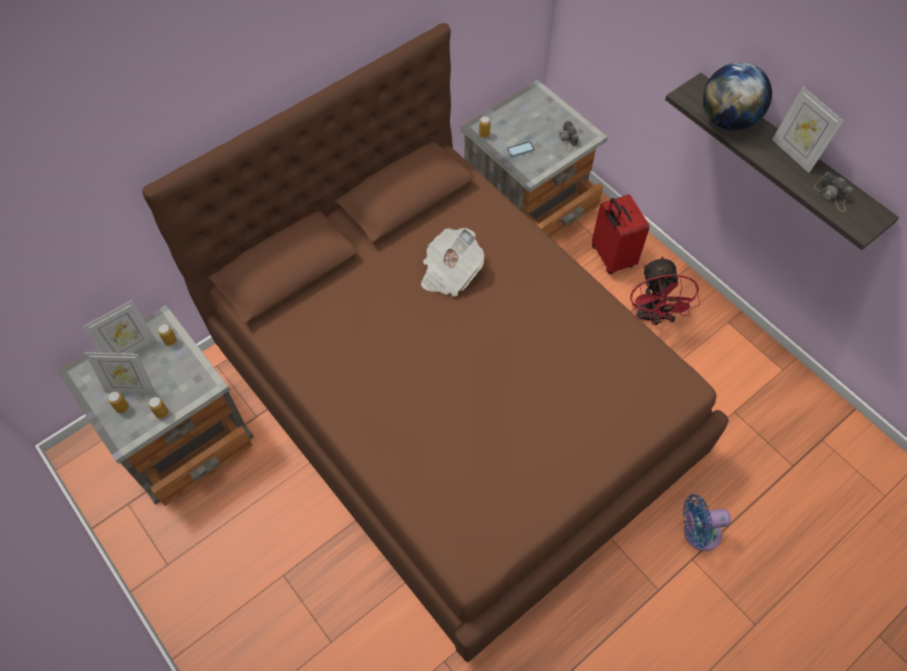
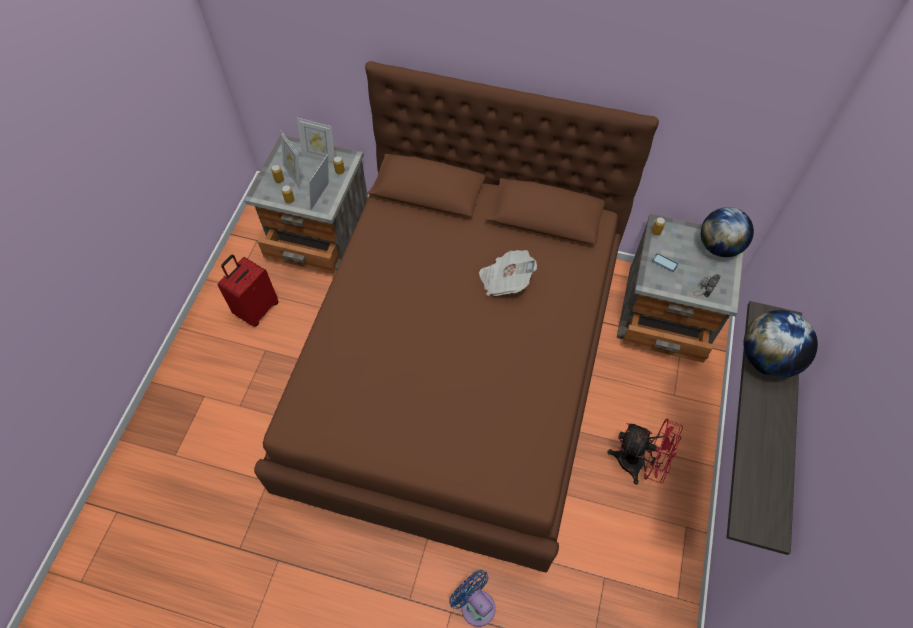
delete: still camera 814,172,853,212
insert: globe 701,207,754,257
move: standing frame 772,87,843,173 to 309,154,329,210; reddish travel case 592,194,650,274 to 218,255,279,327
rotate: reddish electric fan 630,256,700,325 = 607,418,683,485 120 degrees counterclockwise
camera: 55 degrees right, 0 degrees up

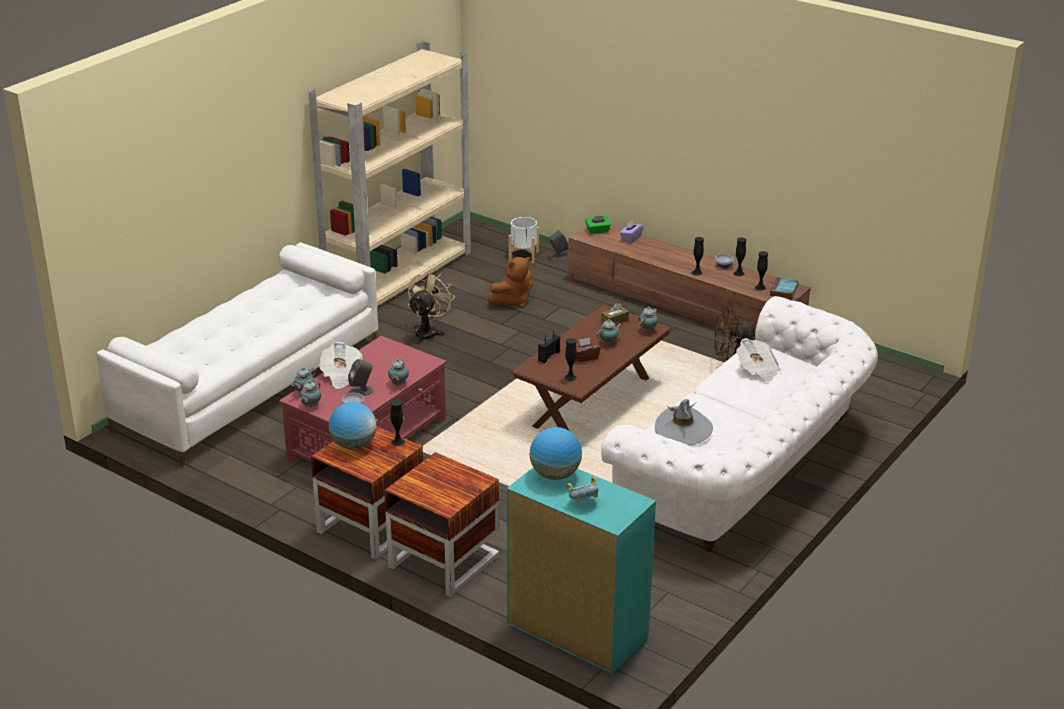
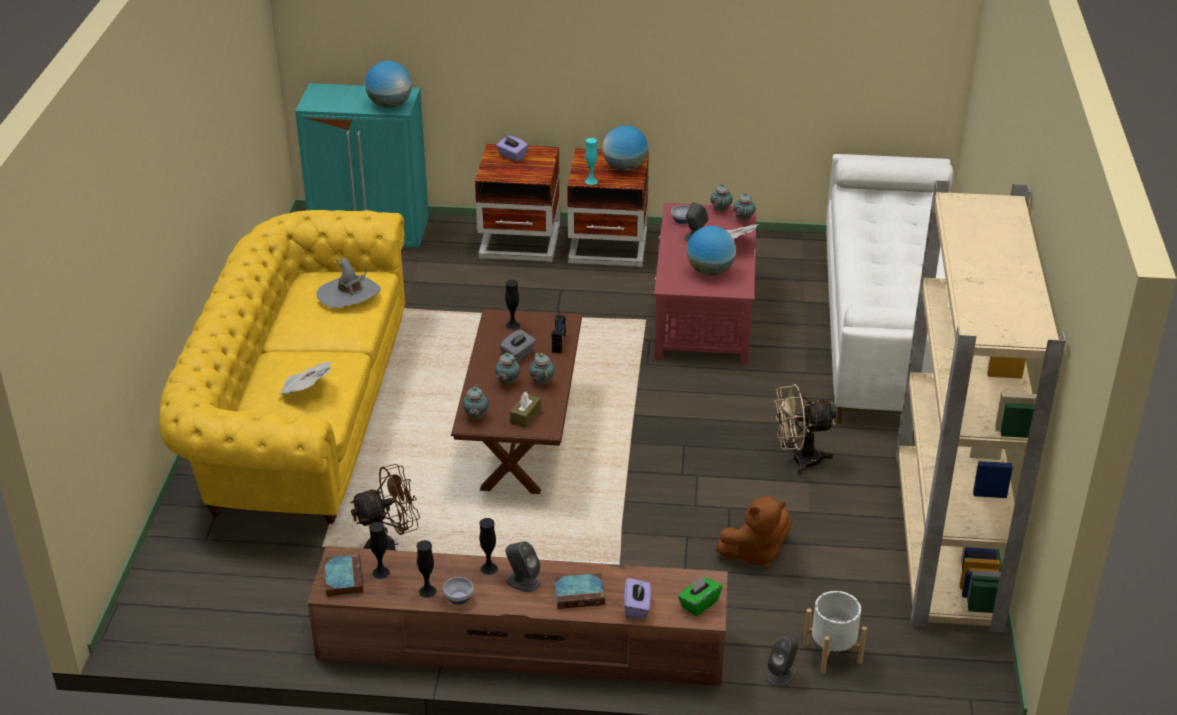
delete: bowl 567,476,599,502
insert: purplish tissue holder 496,135,528,162; globe 687,226,736,275; gray audio speaker 506,541,540,592; bound book 554,573,605,609
move: teapot 388,359,409,385 to 529,352,555,385
recolor: whitish sofa 601,296,878,552 to yellow-coloured sofa 159,210,405,524; brownish tissue holder 576,338,601,363 to gray tissue holder 500,329,536,362; black flower vase 390,400,405,446 to blue-green flower vase 585,138,598,185
rotate: brownish cuddly toy 488,257,533,307 = 716,496,792,568 135 degrees counterclockwise; beige-coloured electric fan 408,270,455,344 = 774,384,836,475 90 degrees clockwise
camera: 150 degrees right, 5 degrees up

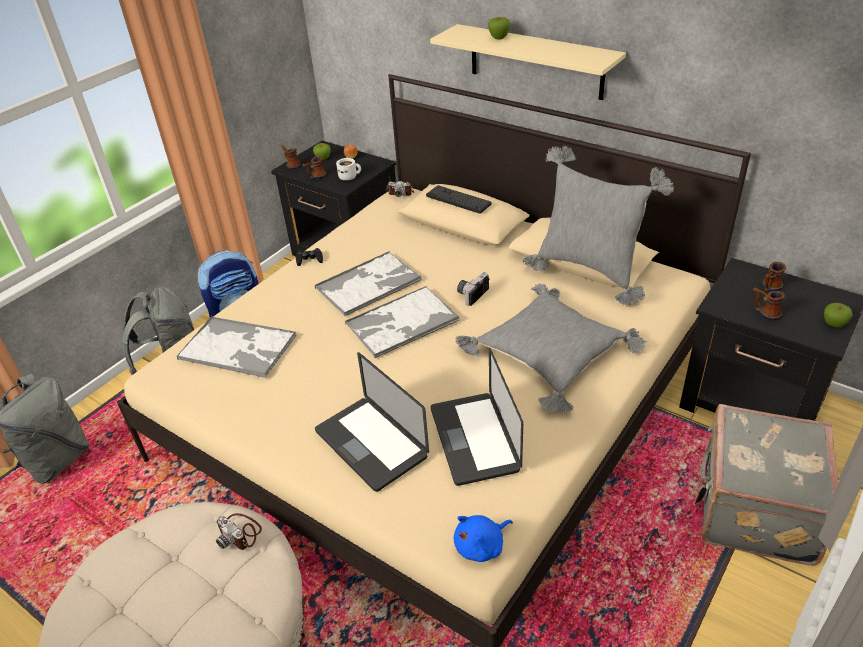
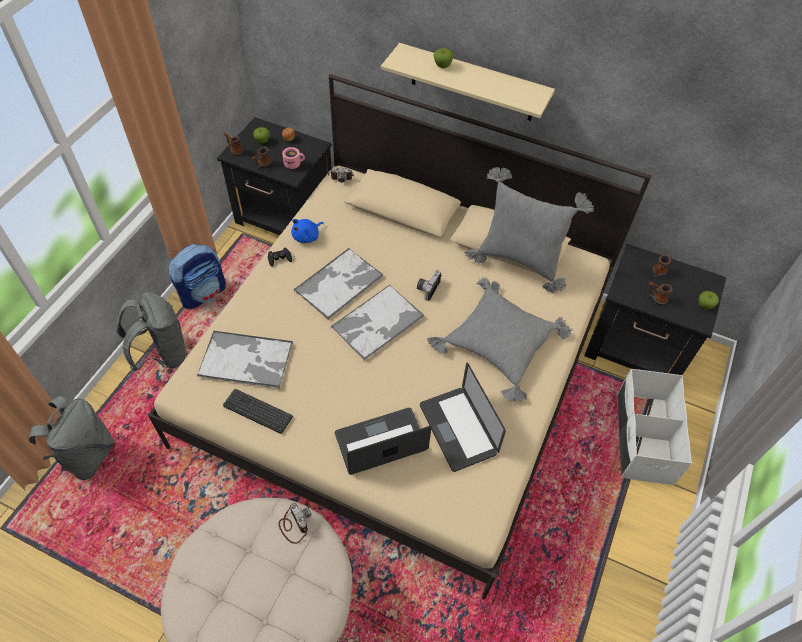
move: PC keyboard 426,185,491,214 to 223,389,293,434; blue-coloured cuddly toy 454,515,513,562 to 291,219,324,243
replace: gray travel case 694,404,838,566 to whitish storage box 617,369,692,485
recolor: whitish tea mug 336,158,361,181 to pink tea mug 282,147,305,169
rotate: notebook computer 315,352,429,492 = 335,408,432,475 120 degrees clockwise; still camera 216,513,262,550 = 278,503,312,544 150 degrees counterclockwise
camera: 15 degrees left, 15 degrees up

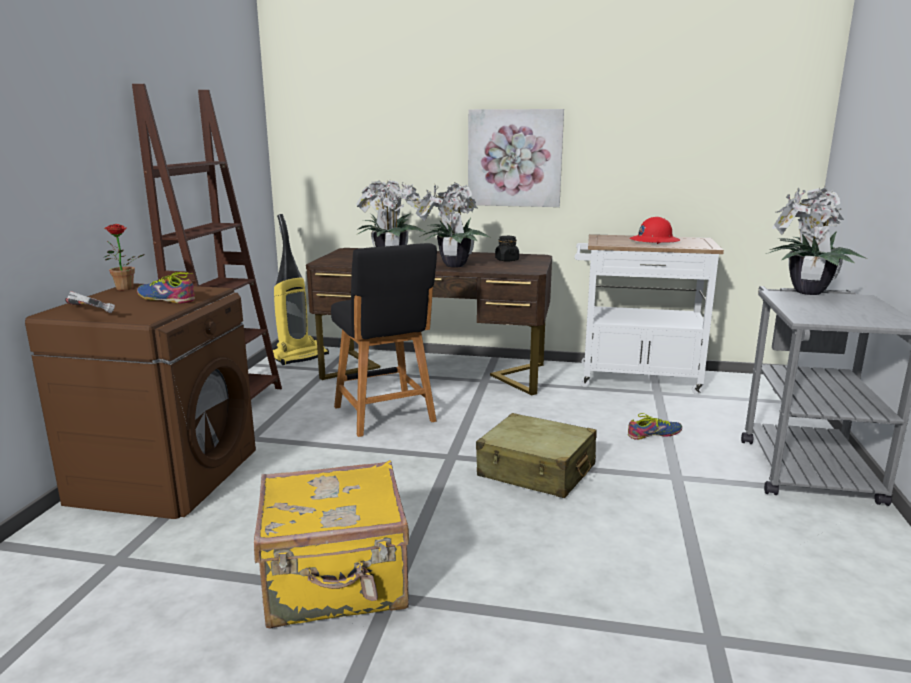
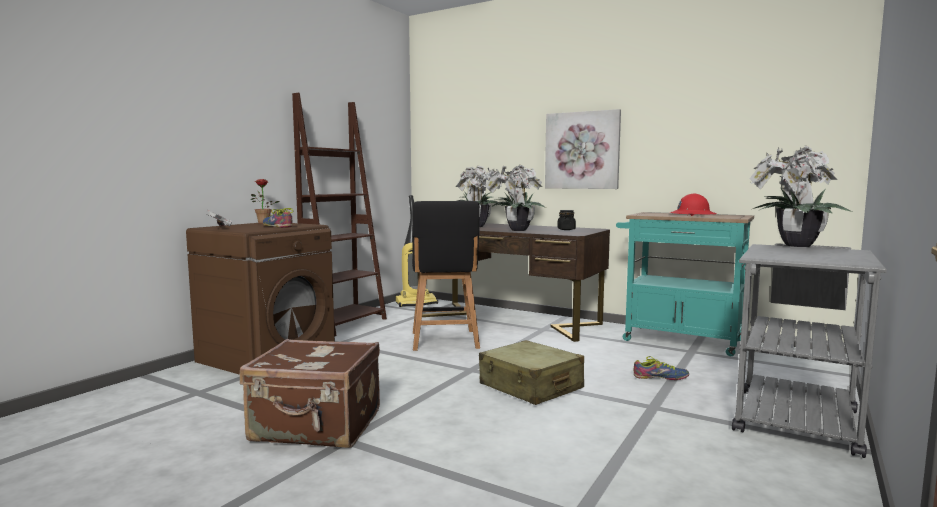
recolor: whitish trolley 575,234,724,394 to blue-green trolley 616,212,754,356; yellow-coloured travel case 254,460,409,629 to brownish travel case 240,339,380,448
camera: 20 degrees right, 10 degrees down

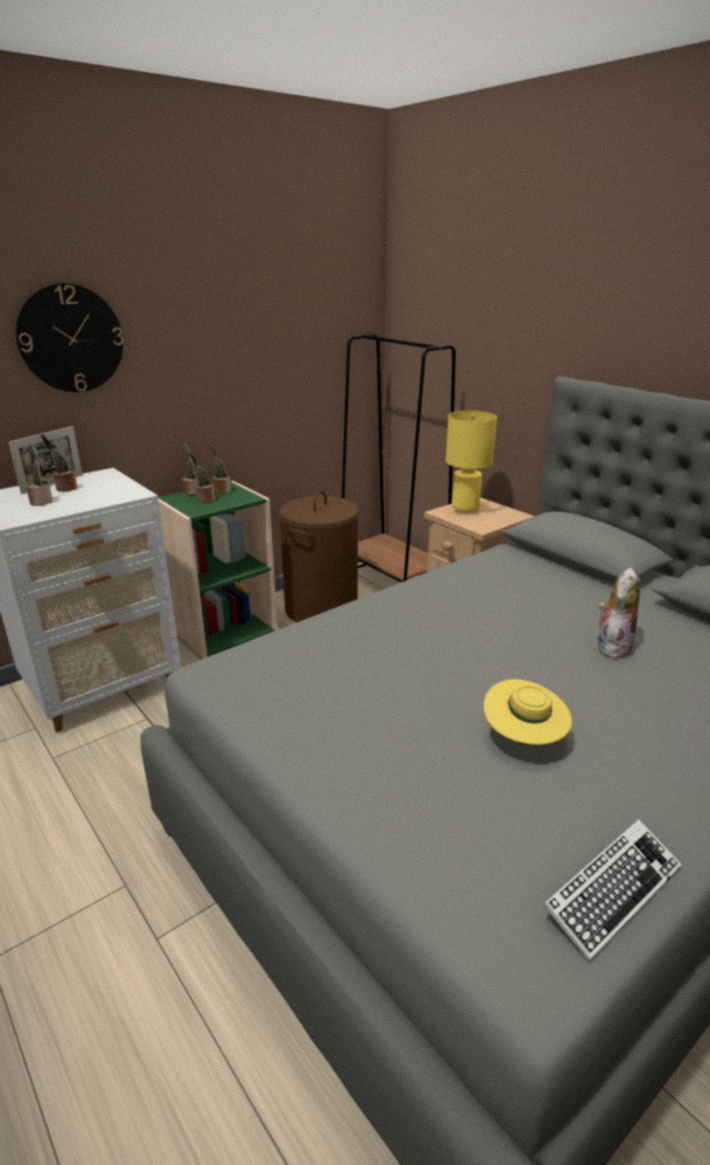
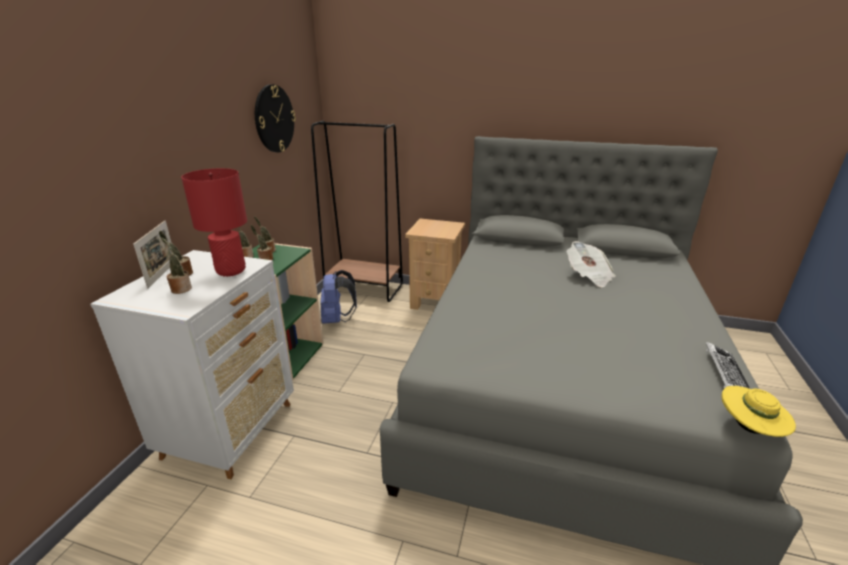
delete: yellow-coloured tabletop lamp 446,411,497,513
insert: reddish tabletop lamp 181,168,247,277
move: wall clock 16,283,124,392 to 255,84,296,152; yellow-coloured hat 483,679,572,745 to 722,386,796,437
replace: brownish hamper 279,490,359,622 to blue-coloured rucksack 320,270,357,324; cuddly toy 598,568,640,658 to printed paper 567,241,616,288
camera: 35 degrees left, 0 degrees up

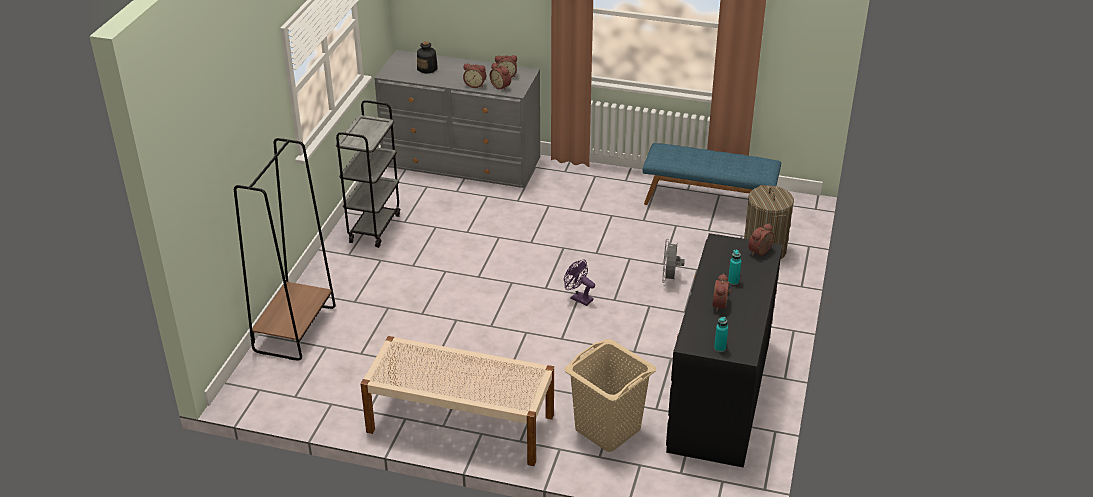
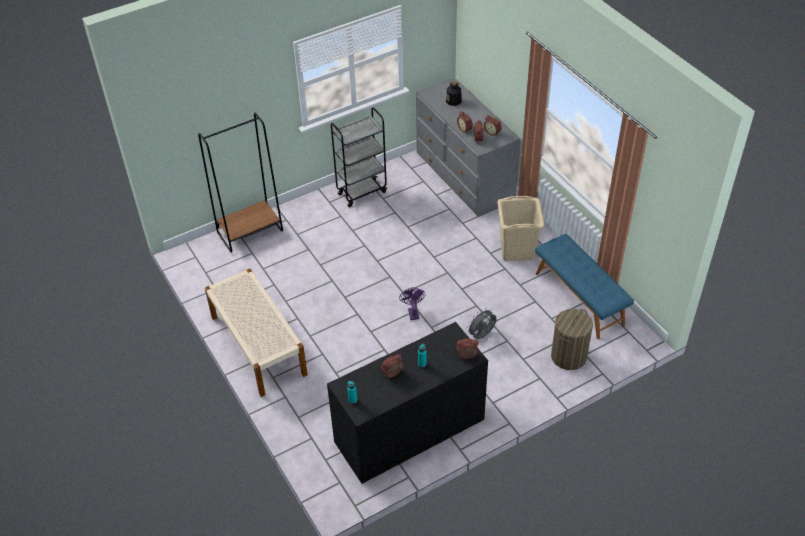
move: beige-coloured hamper 564,339,656,452 to 497,196,544,261
camera: 45 degrees right, 10 degrees up

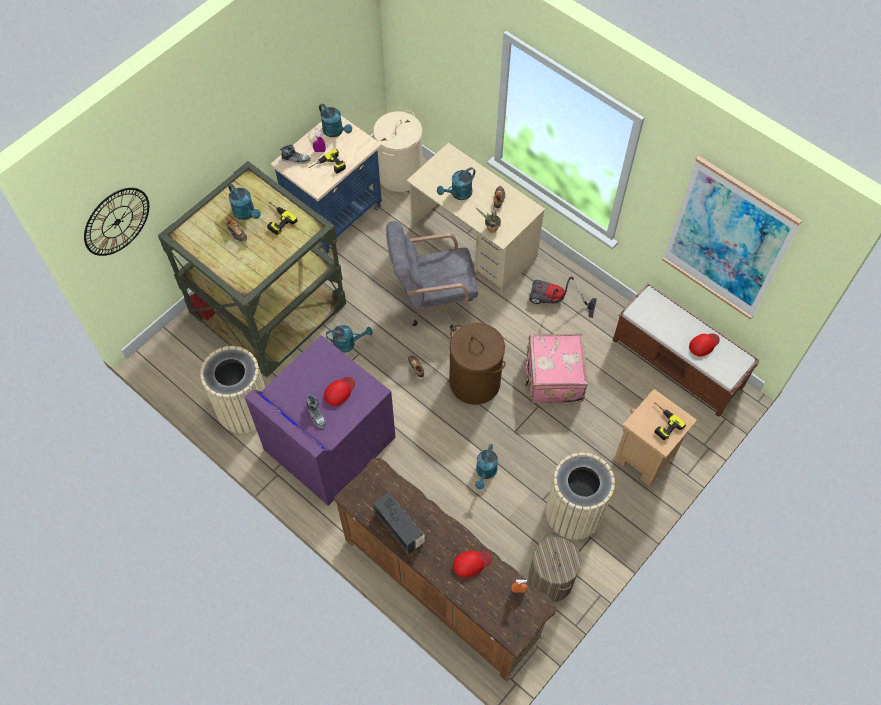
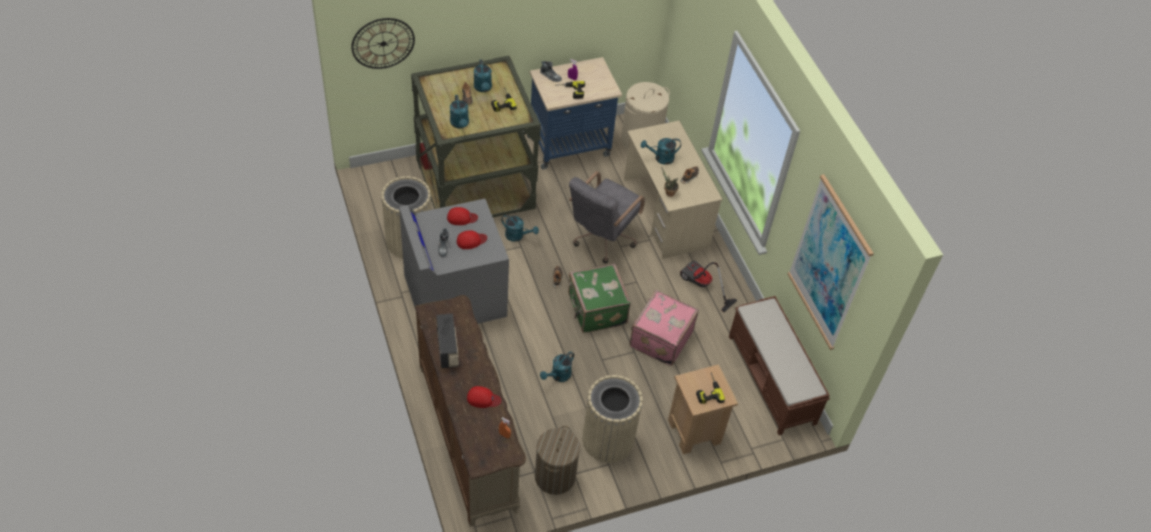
move: blue-green watering can 319,104,352,137 to 450,95,469,129; reddish baseball cap 689,333,720,357 to 447,207,478,225
replace: brownish hamper 449,323,506,405 to green travel case 568,264,631,333
recolor: purplish laundry machine 244,335,395,506 to gray laundry machine 399,199,509,324
rotate: gray computer chair 386,221,478,331 = 569,171,645,263 75 degrees counterclockwise
camera: 25 degrees right, 10 degrees down

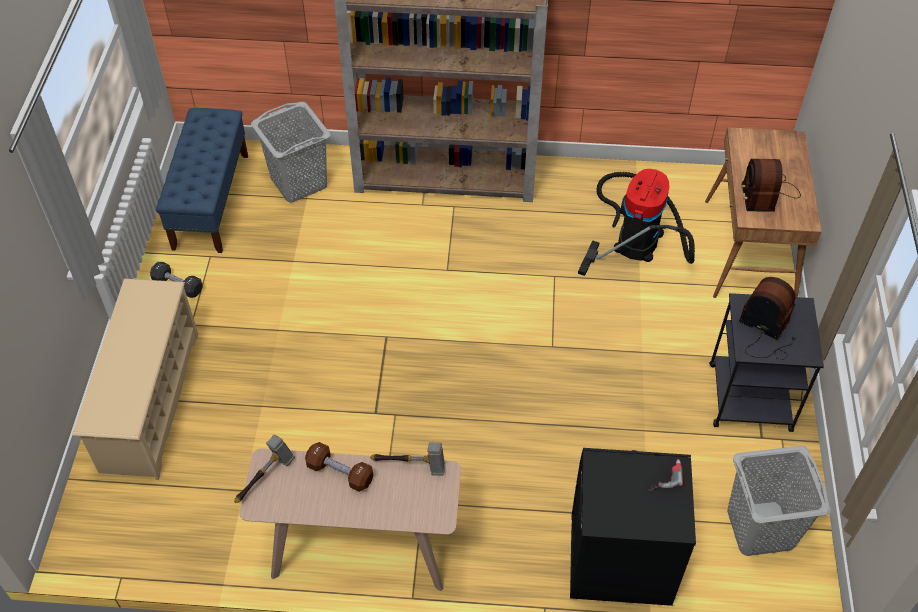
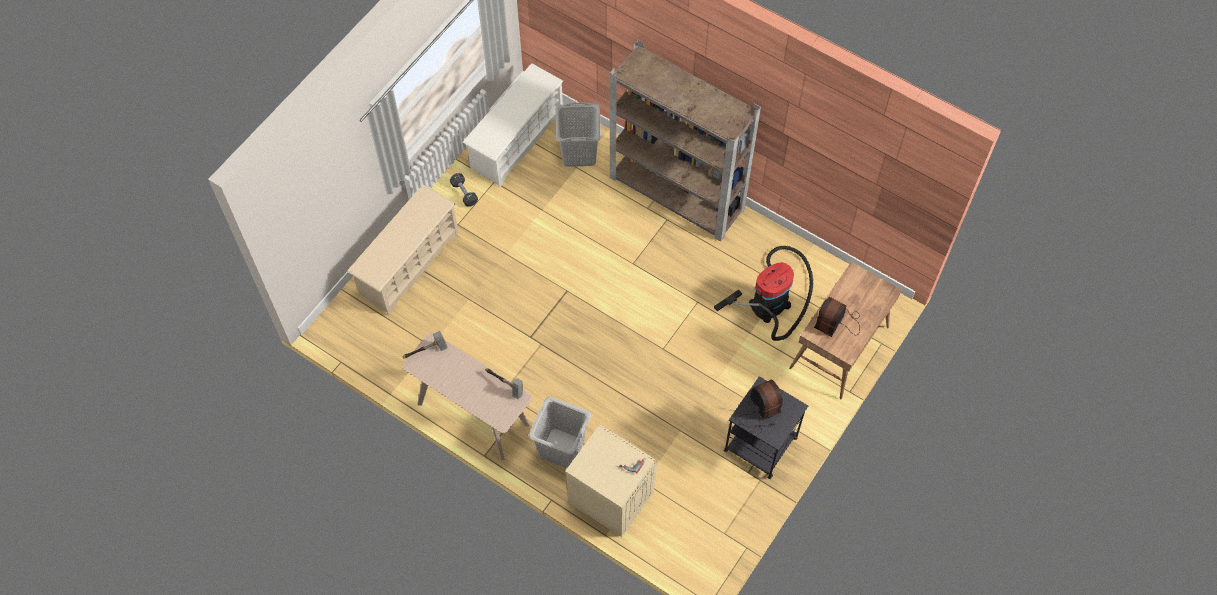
delete: brownish dumbbell 305,442,374,492
move: gray hamper 727,446,831,556 to 528,397,591,468
replace: blue-coloured bench 156,108,248,253 to whitish shoe shelf 463,63,563,188
recolor: black laundry machine 570,448,696,606 to beige-coloured laundry machine 565,425,657,537
camera: 30 degrees right, 10 degrees up

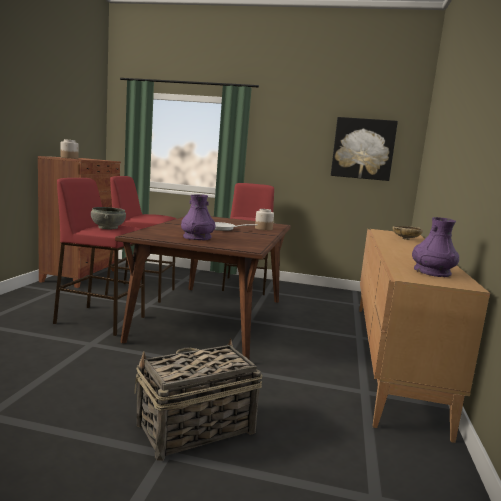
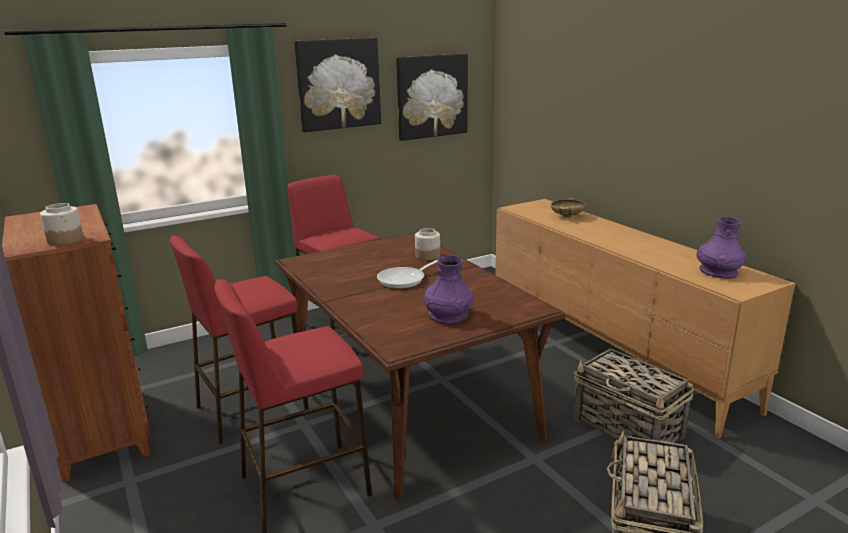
delete: gray bowl 91,207,126,229
insert: picture 294,38,381,132; storage basket 573,349,694,443
camera: 40 degrees left, 10 degrees up

